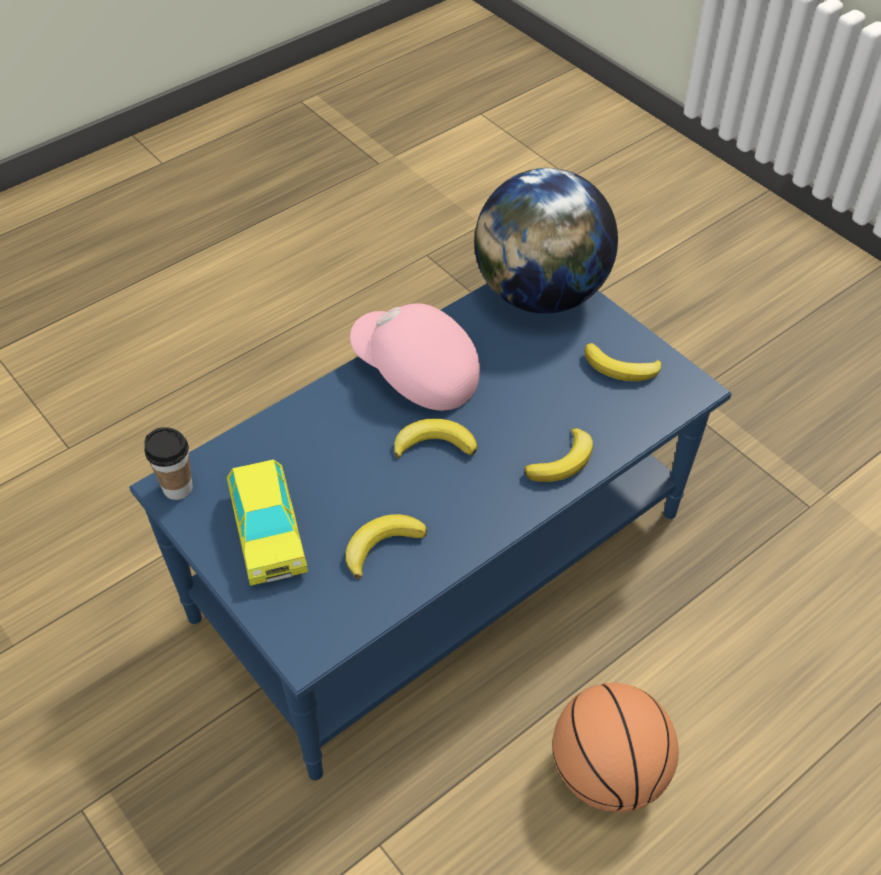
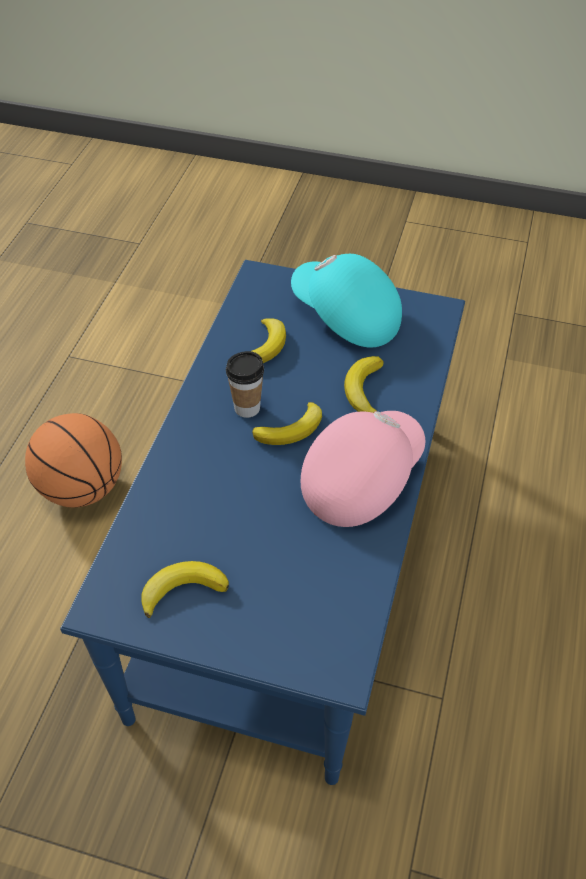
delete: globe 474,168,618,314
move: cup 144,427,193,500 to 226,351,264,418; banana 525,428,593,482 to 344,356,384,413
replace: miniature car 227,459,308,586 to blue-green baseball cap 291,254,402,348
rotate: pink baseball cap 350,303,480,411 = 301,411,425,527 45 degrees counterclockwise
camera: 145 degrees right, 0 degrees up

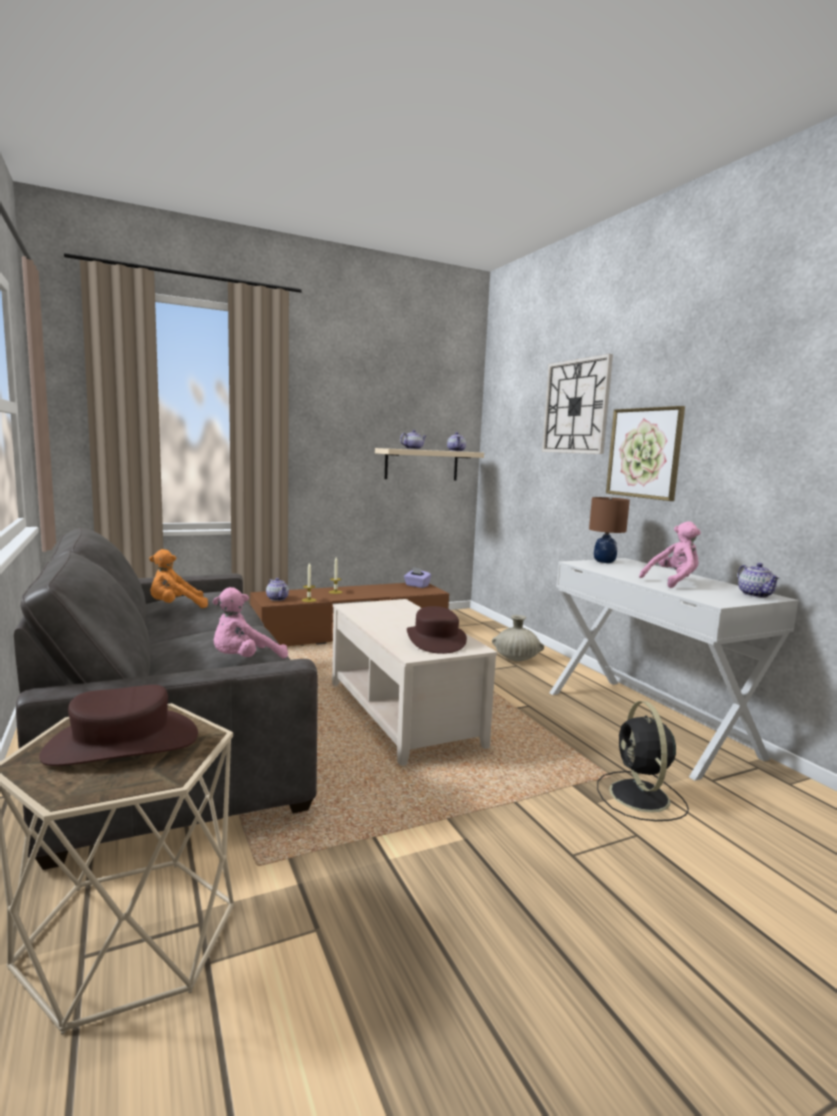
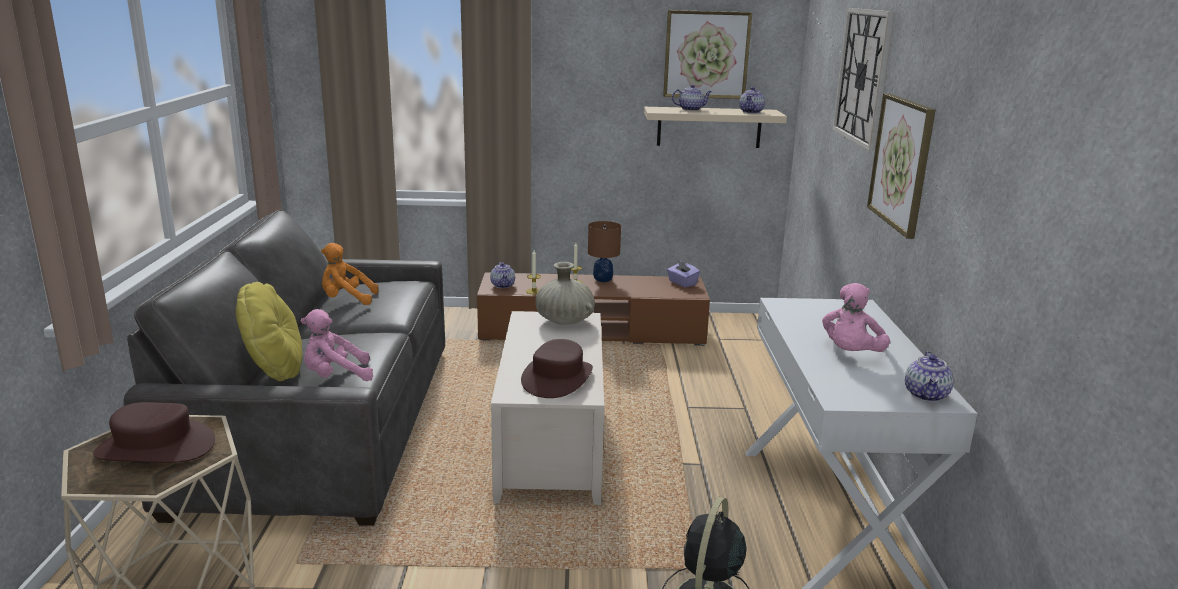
insert: picture 663,10,752,99; yellow-coloured pillow 236,282,302,381
move: brownish tabletop lamp 589,497,630,563 to 588,221,621,282; beige-coloured flower vase 492,615,544,661 to 536,262,595,325
rotate: pink cuddly toy 639,521,701,588 = 822,283,890,352 120 degrees clockwise
camera: 25 degrees right, 10 degrees up

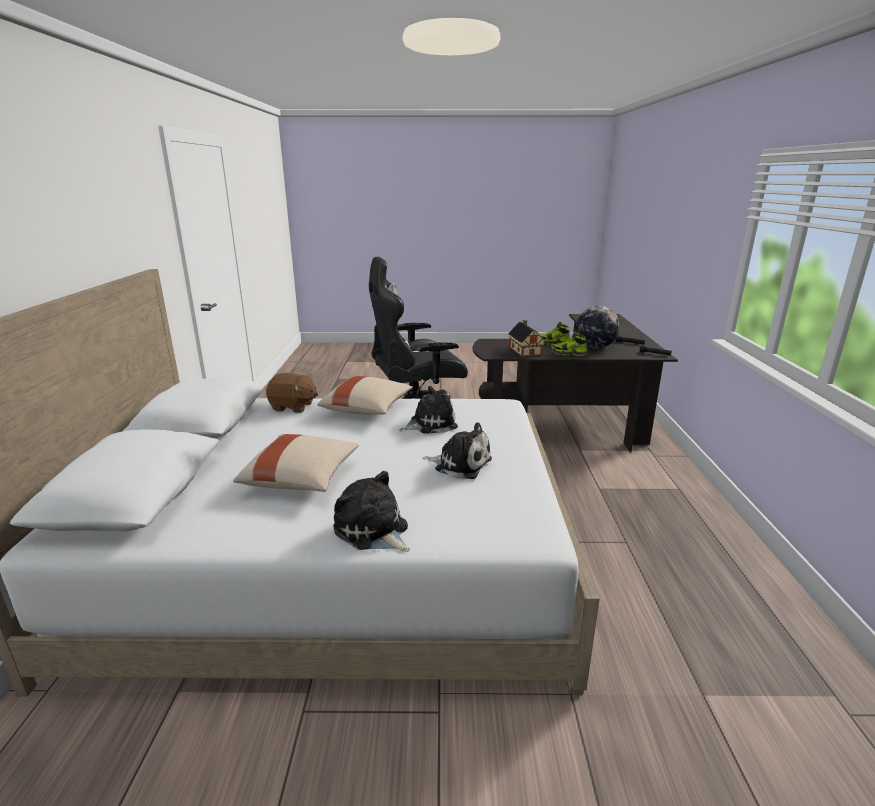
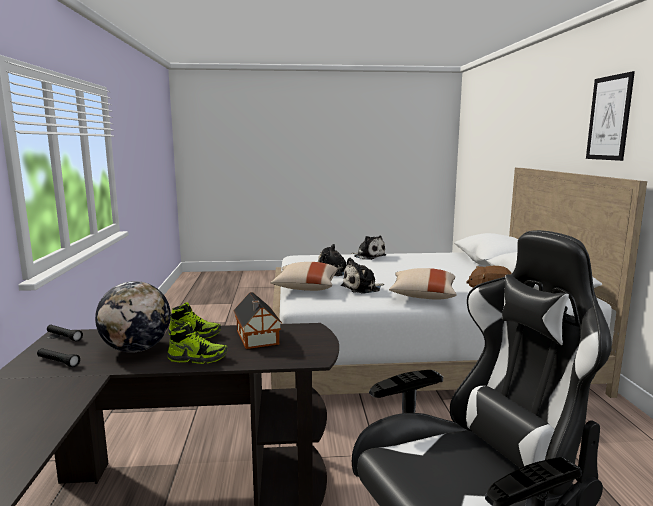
insert: picture 586,71,635,161
move: beige-coloured pillow 233,434,359,492 to 270,262,338,291
camera: 175 degrees right, 10 degrees down

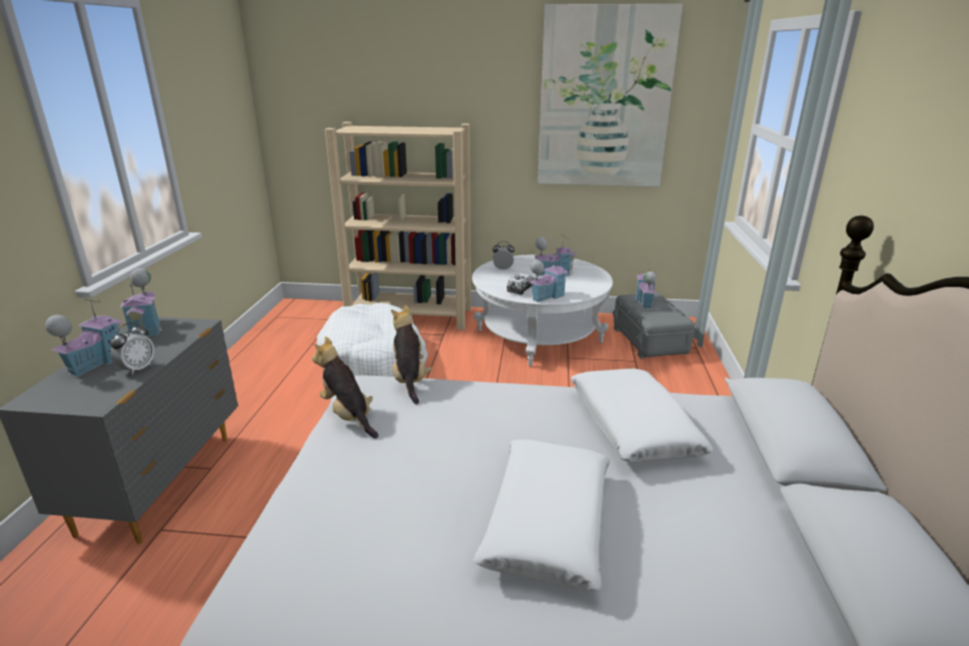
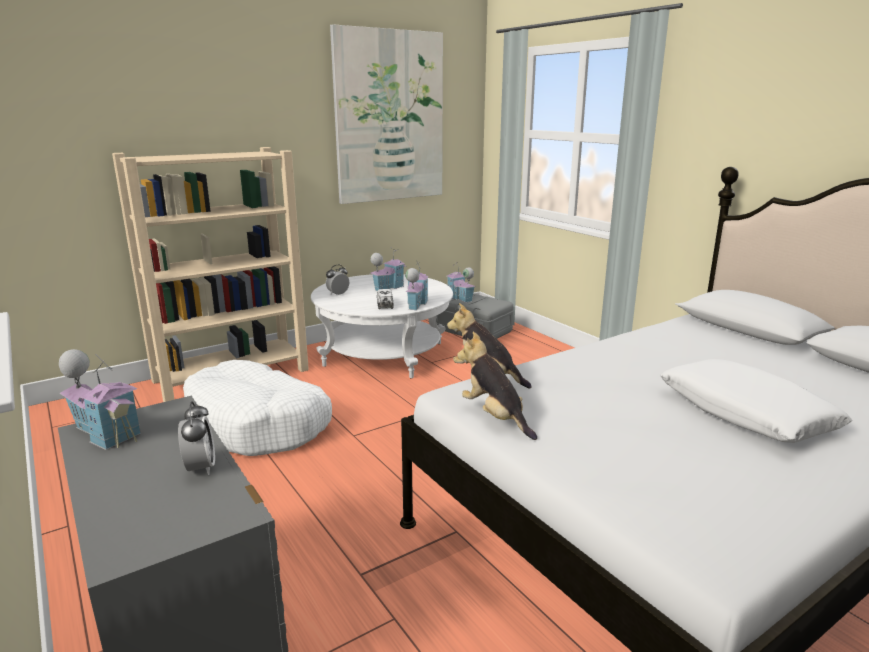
delete: miniature house 45,299,123,378; whitish pillow 571,369,713,462
rotate: cuddly toy 312,336,378,439 = 457,332,537,440 45 degrees clockwise
camera: 40 degrees left, 5 degrees down

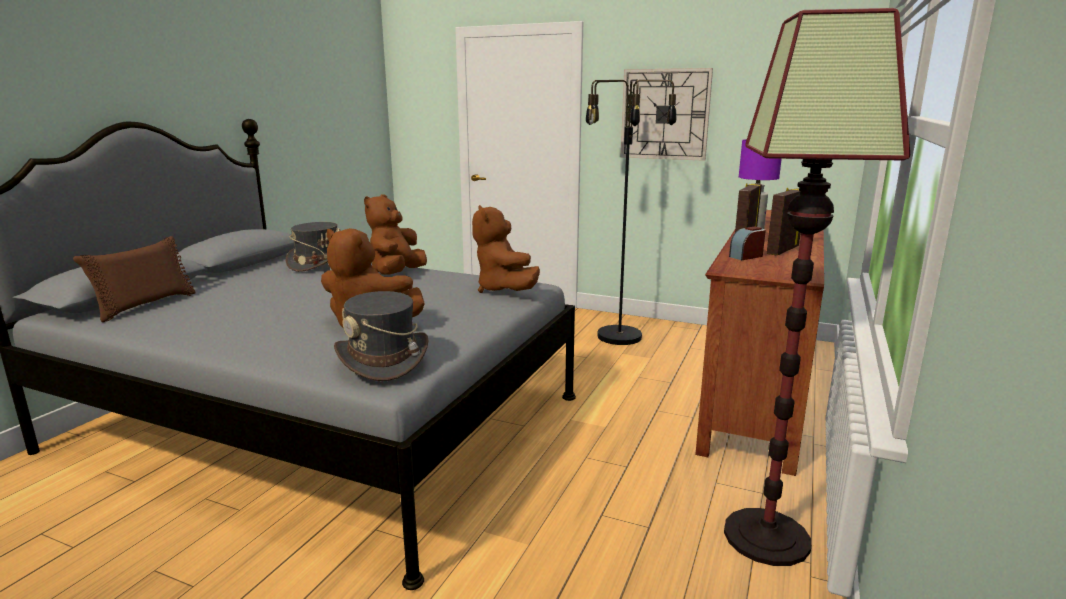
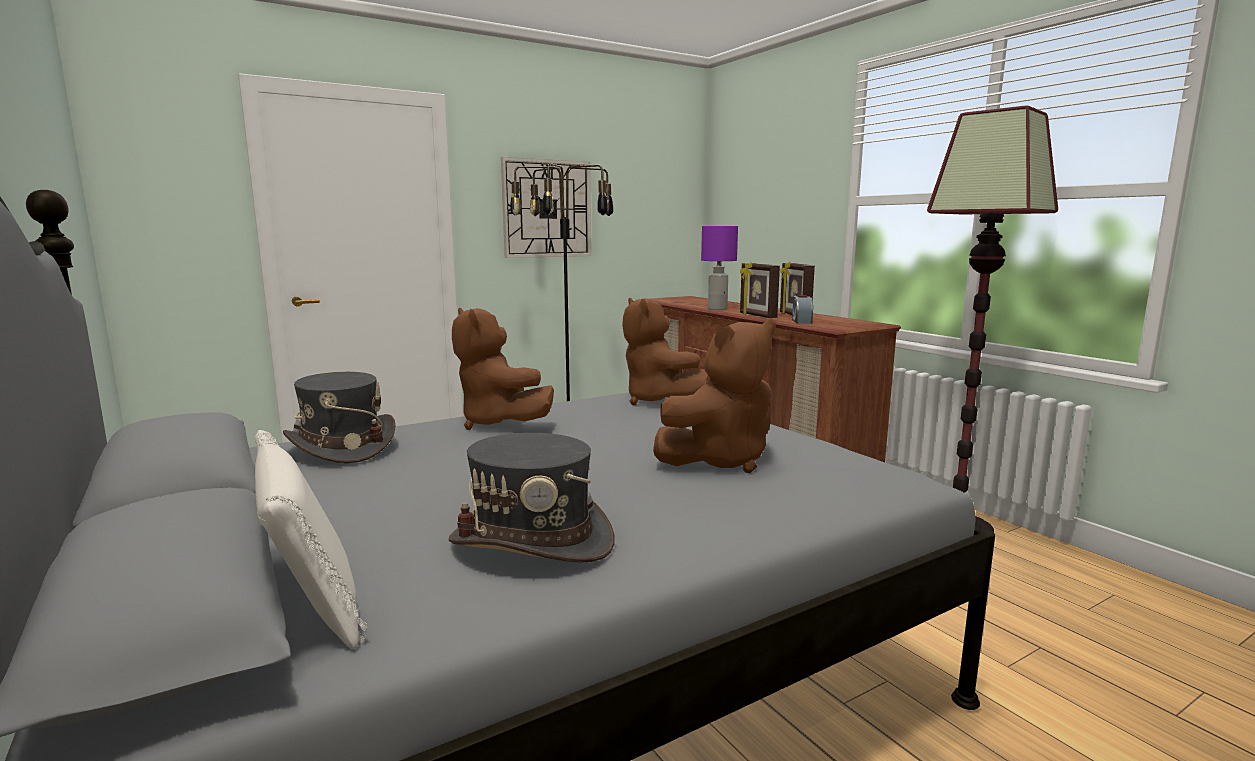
move: gray hat 334,291,428,381 to 449,433,615,562
recolor: brownish pillow 73,236,196,322 to whitish pillow 255,430,368,649
rotate: brownish cuddly toy 472,205,540,293 = 622,298,710,405 45 degrees clockwise
camera: 55 degrees left, 5 degrees down

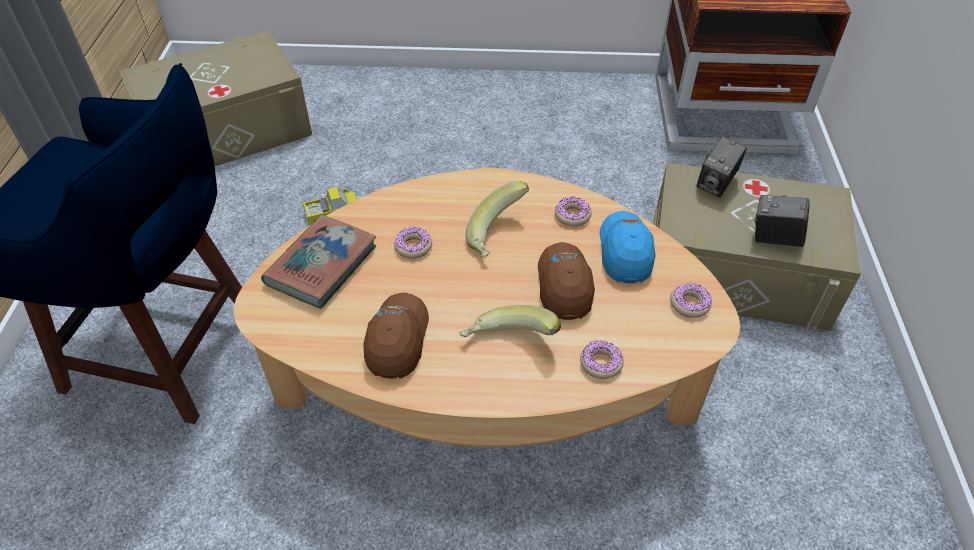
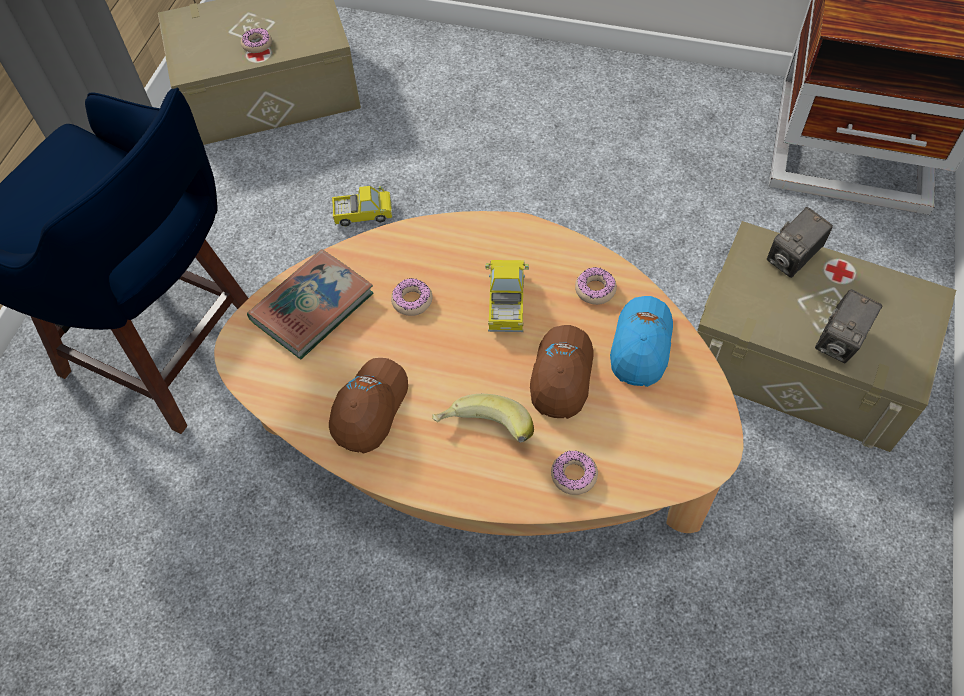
move: ring doughnut 670,282,712,318 to 241,28,272,53
replace: banana 466,181,529,258 to toy lorry 486,260,529,332
rotate: still camera 755,195,810,247 = 815,289,883,363 90 degrees counterclockwise
camera: 15 degrees right, 10 degrees up

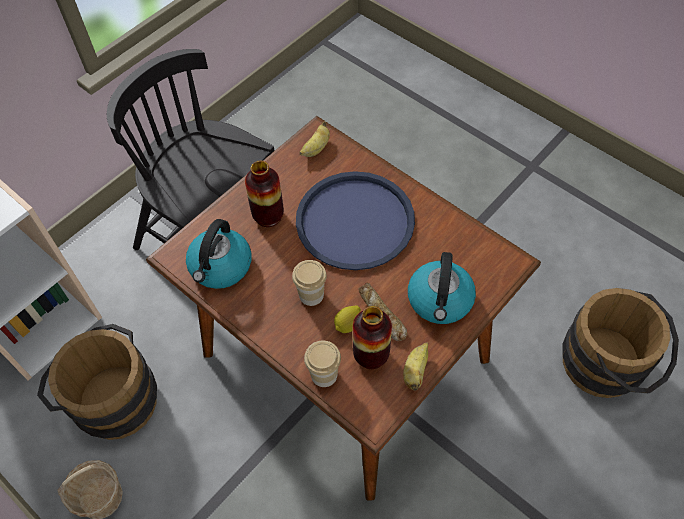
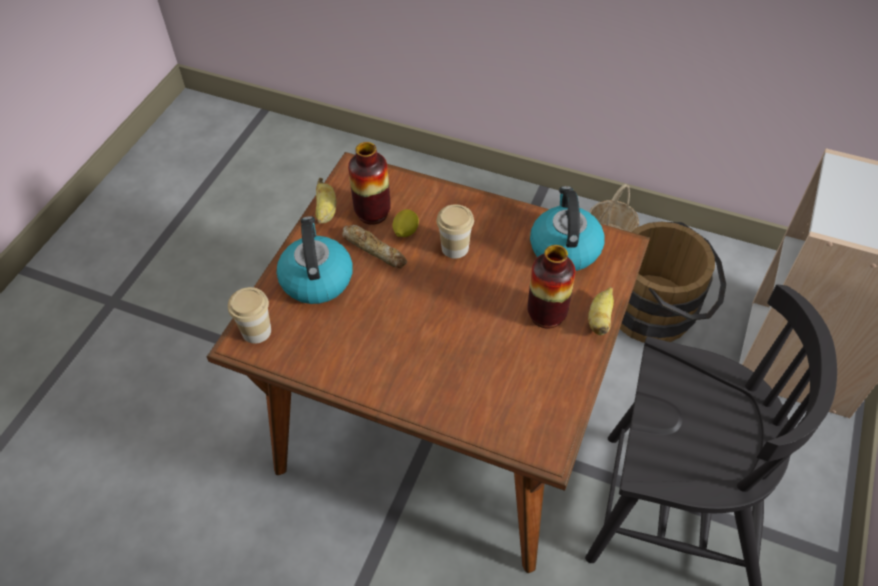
delete: blue-coloured serving tray 296,171,415,270; brownish bucket 562,288,679,398
move: banana 299,121,330,157 to 588,287,614,335; cup 304,341,341,387 to 228,287,271,344
camera: 160 degrees right, 5 degrees down

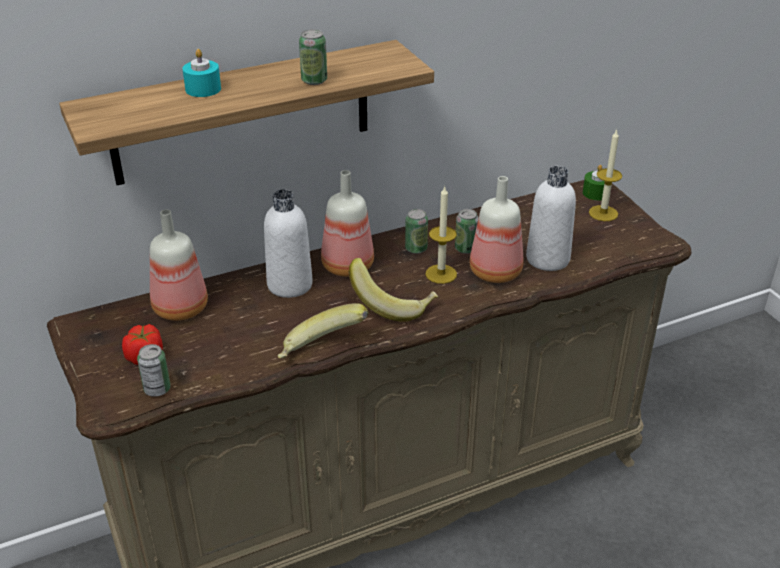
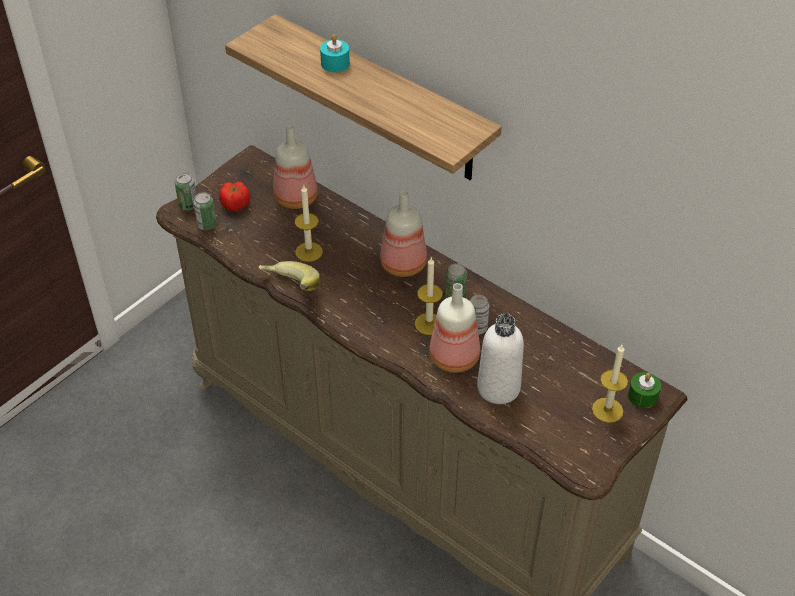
delete: whitish drink bottle 264,189,313,298; banana 349,258,438,322
insert: wax candle 295,185,323,262
move: sealed can 299,29,327,85 to 175,173,196,210
camera: 65 degrees right, 10 degrees up

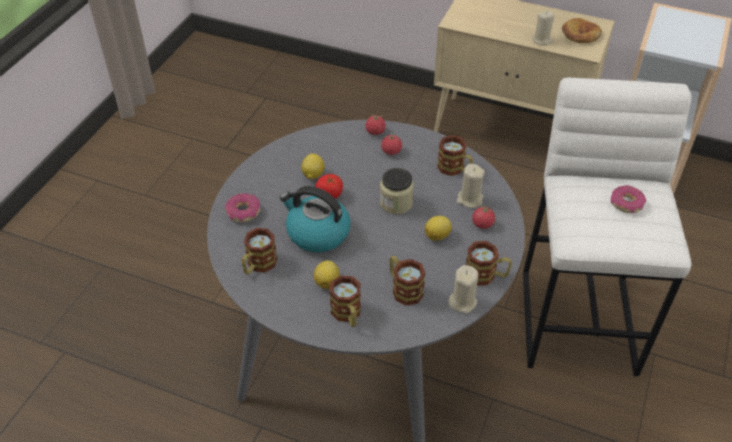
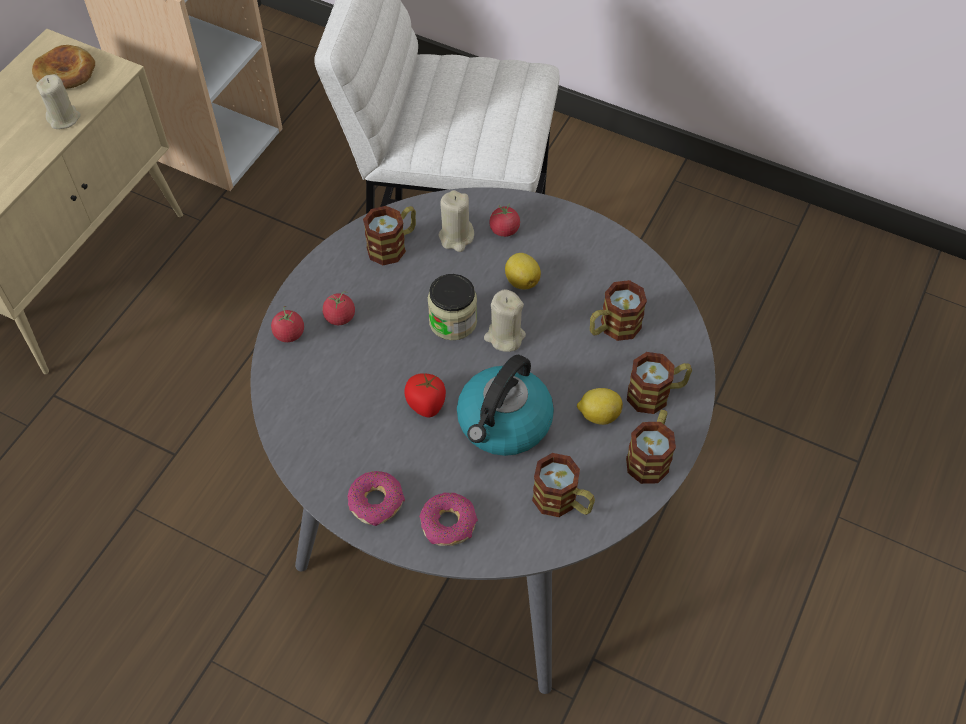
delete: lemon 301,154,325,179
move: ring doughnut 611,185,646,213 to 347,471,405,526; tea mug 466,241,512,286 to 626,410,676,484; beige-coloured wax candle 449,265,478,313 to 484,289,526,352
camera: 85 degrees left, 10 degrees up

